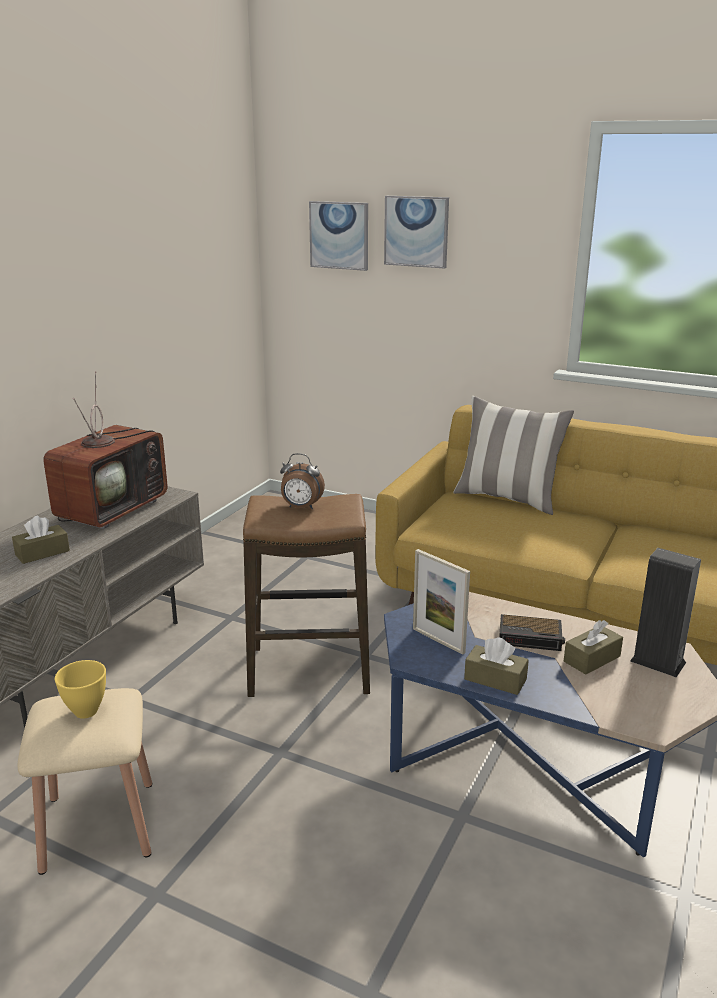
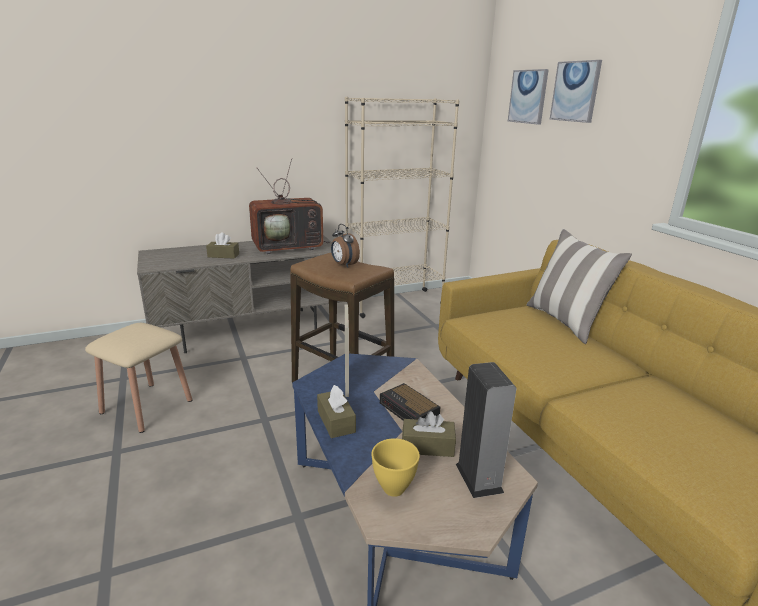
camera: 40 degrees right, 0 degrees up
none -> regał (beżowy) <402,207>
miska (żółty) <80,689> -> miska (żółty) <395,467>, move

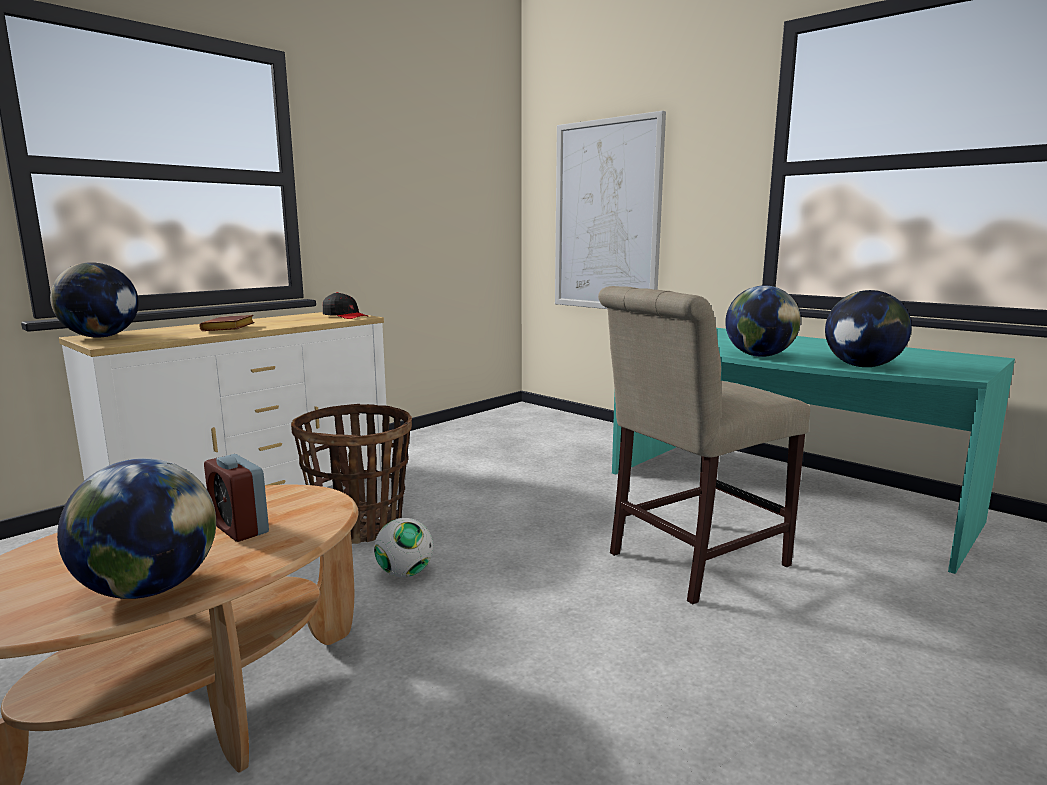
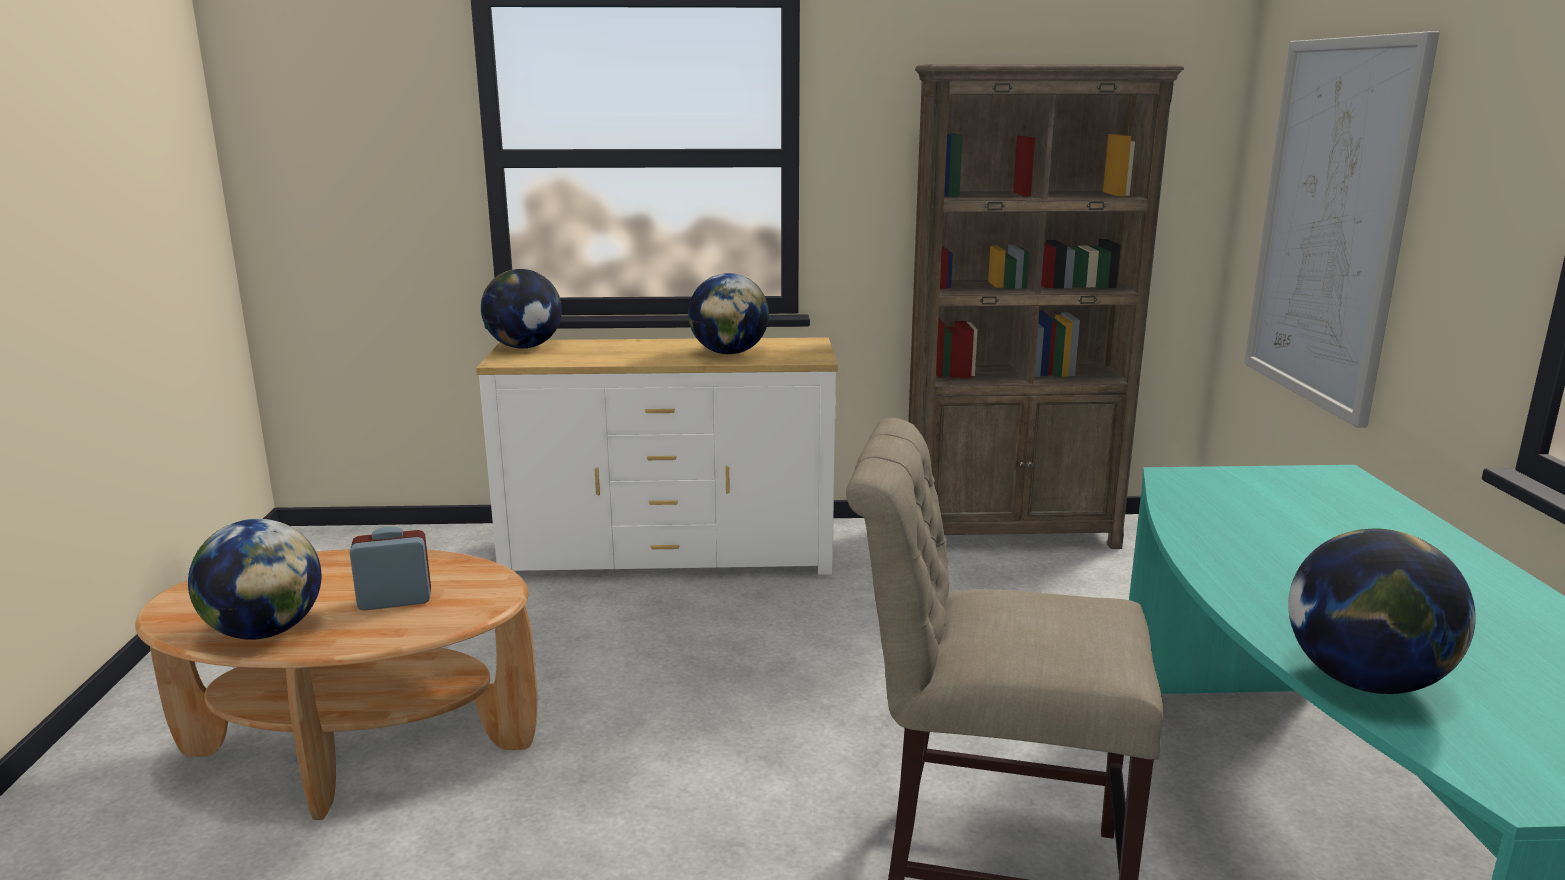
camera: 45 degrees right, 5 degrees up
książka (brązowy) <227,323> -> none
koszyk <351,474> -> none
czapka z daszkiem (czarny) <346,305> -> none
piłka futbolowa <403,547> -> none
none -> regał (brązowy) <1046,306>
globus <763,321> -> globus <728,314>, move
budzik <236,498> -> budzik <390,568>, 75 degrees clockwise

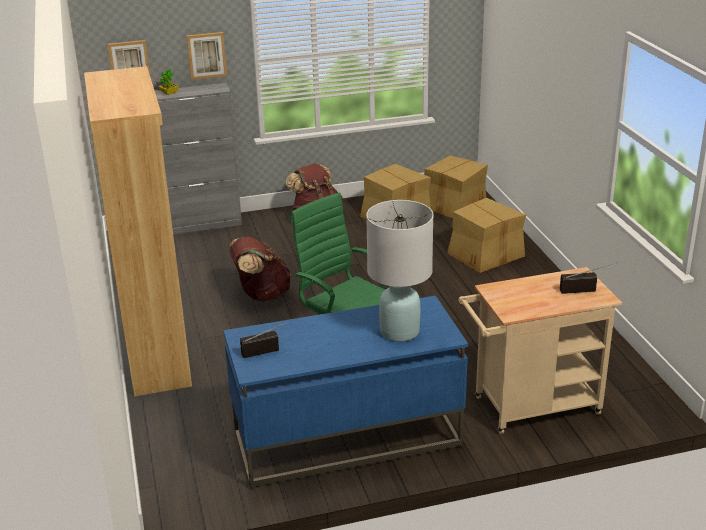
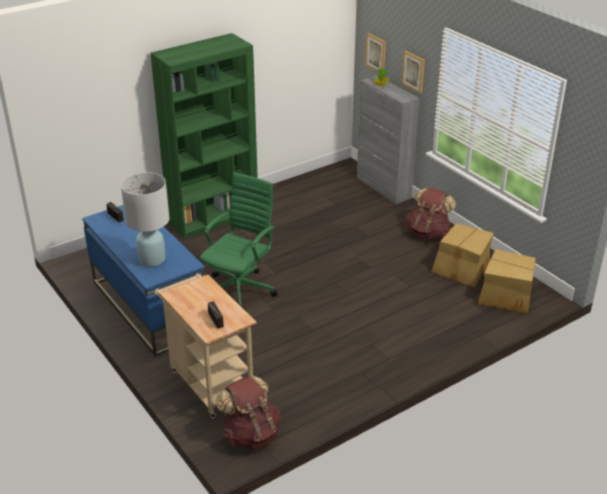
camera: 70 degrees right, 5 degrees up
karton <486,235> -> none
plecak (brązowy) <260,269> -> plecak (brązowy) <248,412>, move
regał (brązowy) <138,231> -> regał (zielony) <204,135>

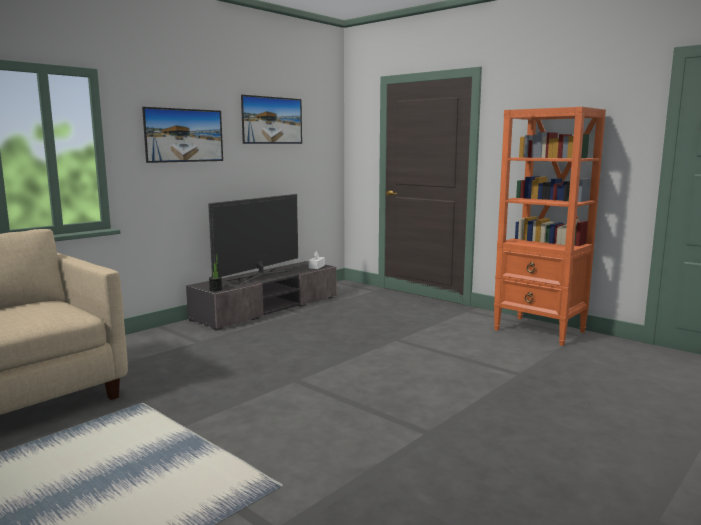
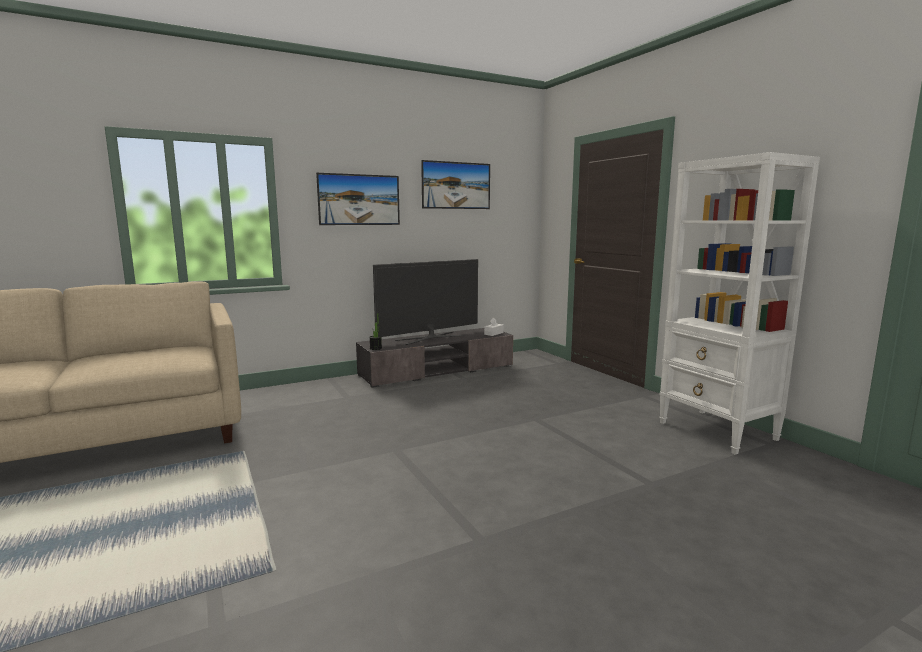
camera: 20 degrees right, 0 degrees up
regał (pomarańczowy) <550,226> -> regał (biały) <739,303>

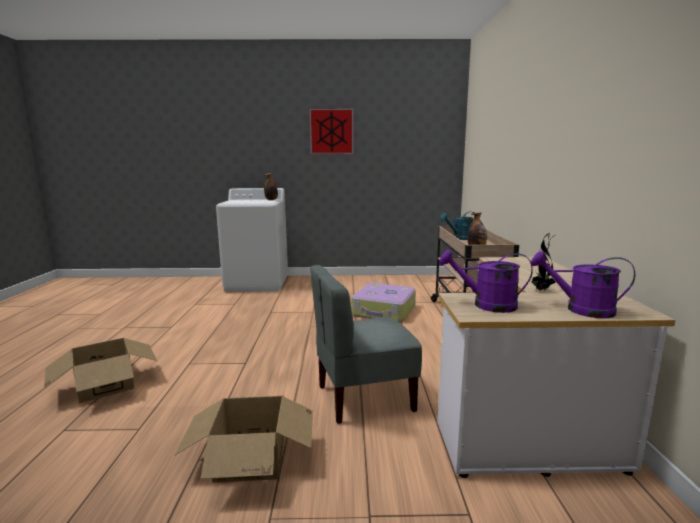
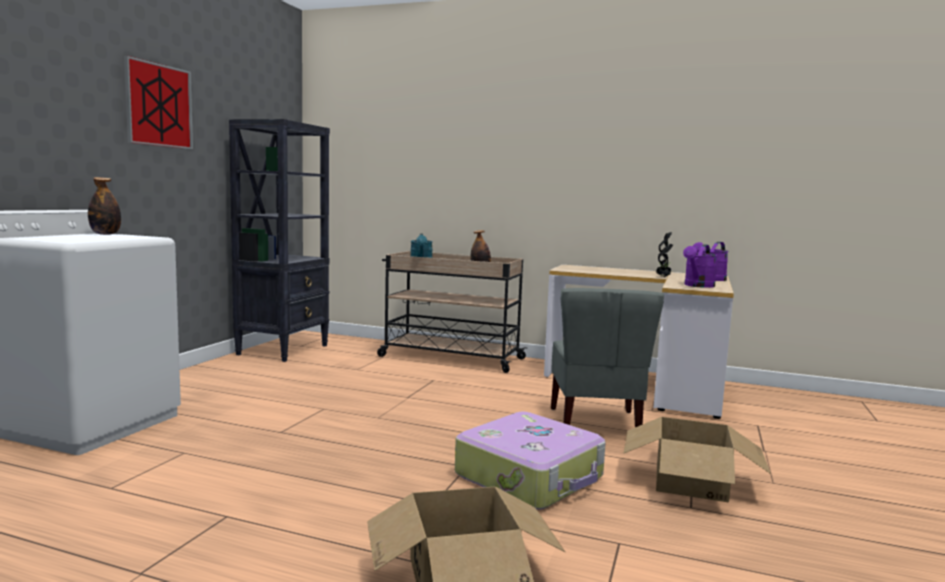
camera: 70 degrees left, 5 degrees down
none -> regał (czarny) <279,240>
walizka <383,302> -> walizka <530,461>, move

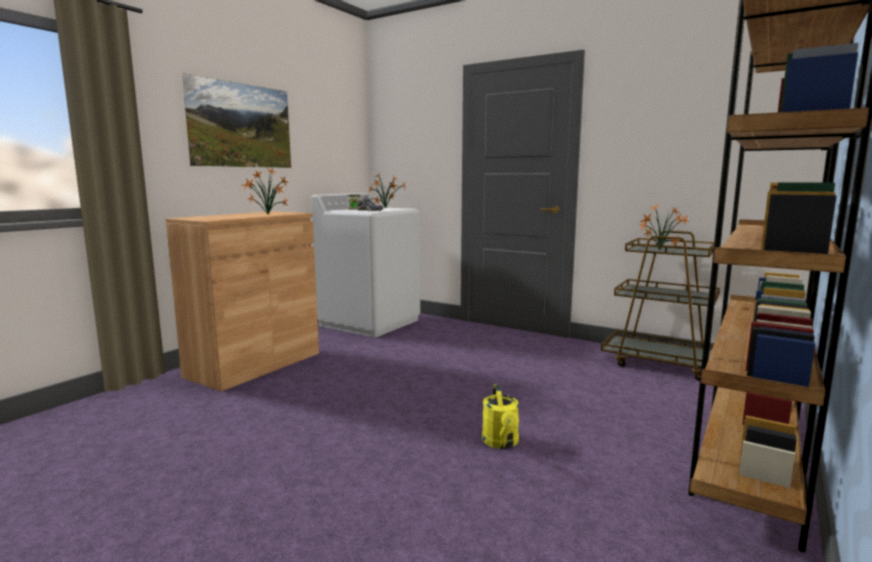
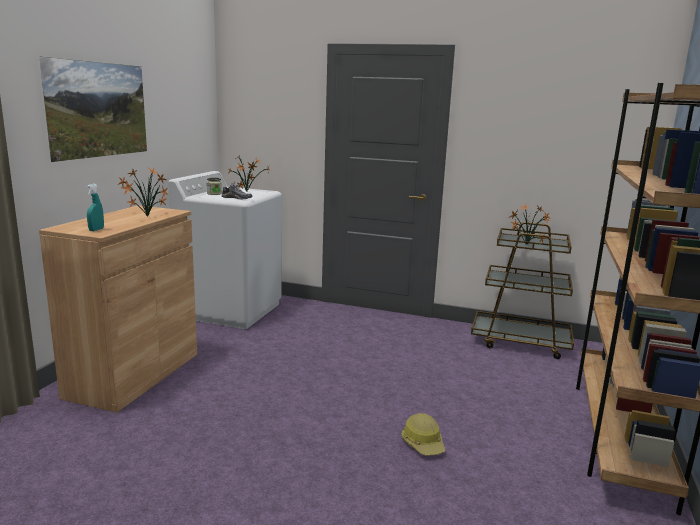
camera: 15 degrees left, 5 degrees up
none -> spryskiwacz (turkusowy) <95,207>
konewka (żółty) <500,416> -> kask <423,434>

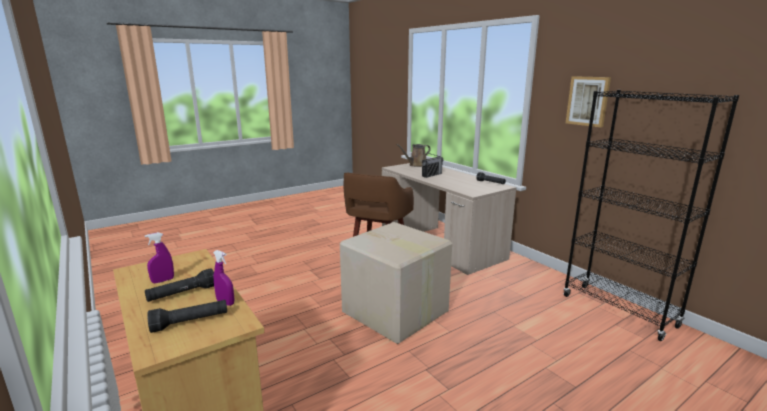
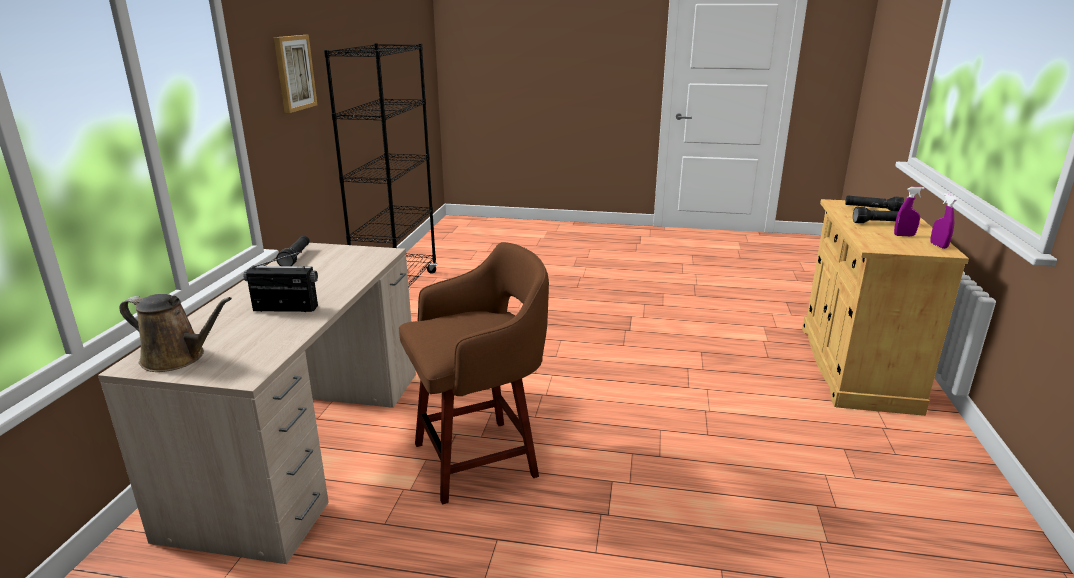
camera: 135 degrees left, 5 degrees up
karton <396,283> -> none
spryskiwacz (fioletowy) <223,278> -> spryskiwacz (fioletowy) <943,221>, move

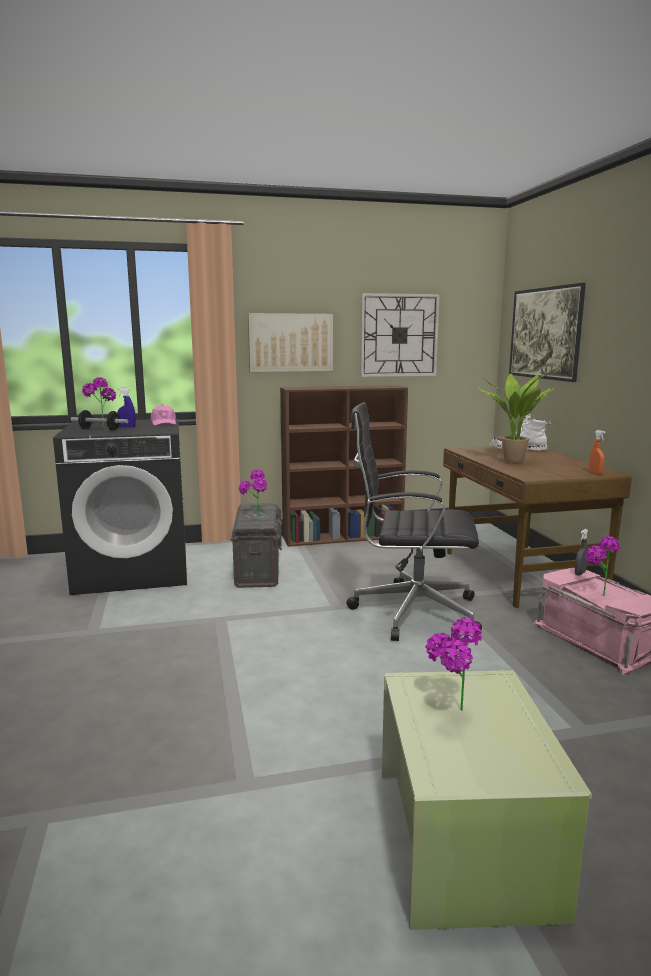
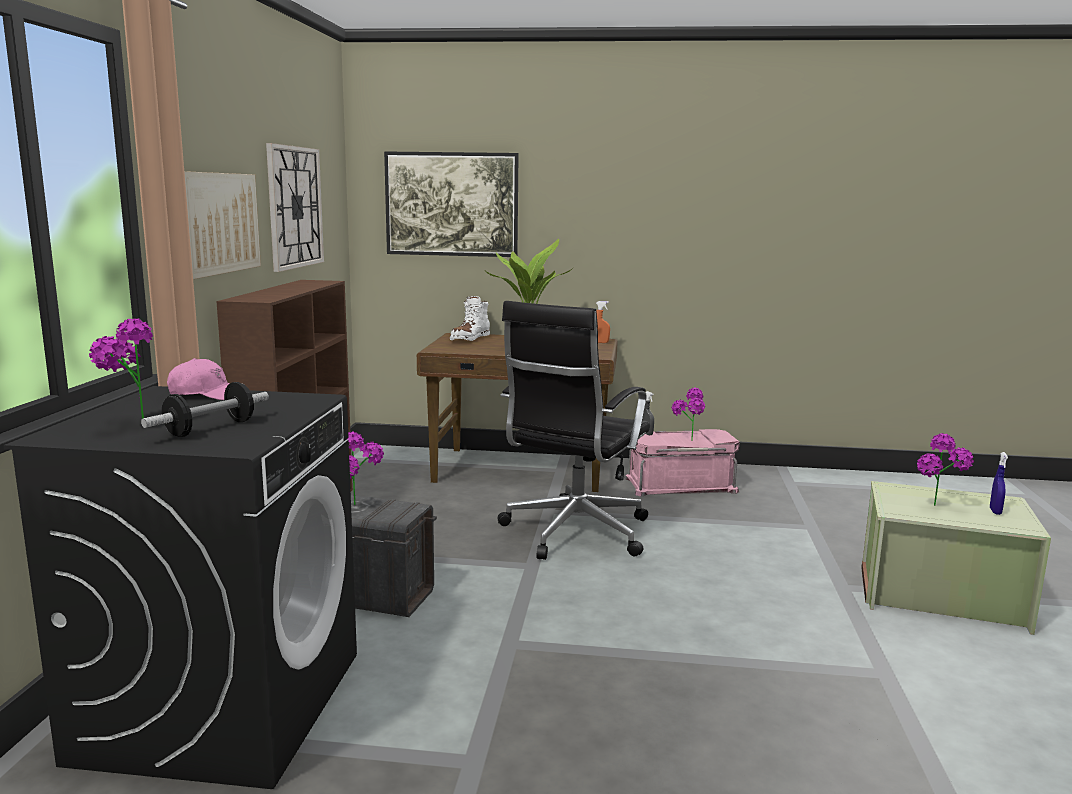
camera: 70 degrees left, 0 degrees up
spryskiwacz (niebieski) <126,408> -> spryskiwacz (niebieski) <999,483>, move

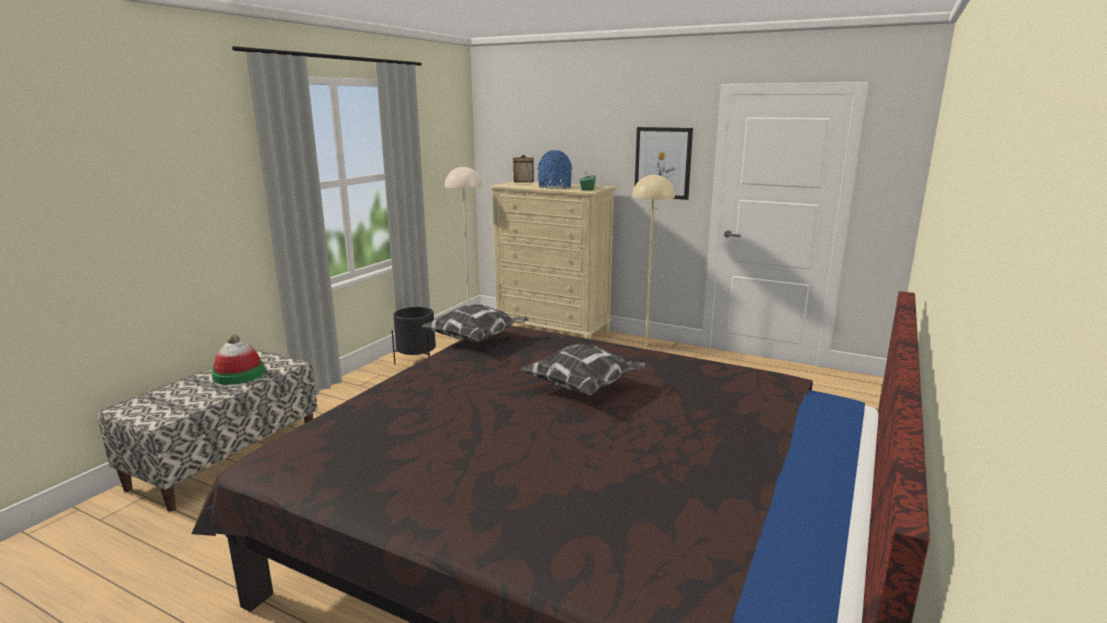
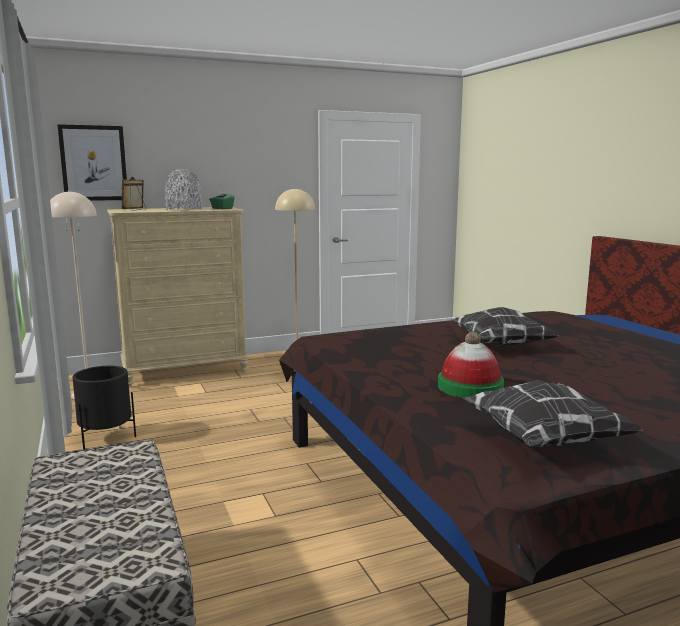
camera: 50 degrees left, 5 degrees down
kapelusz <238,359> -> kapelusz <471,365>, move
poduszka <475,323> -> poduszka <552,413>, move
obraz <664,163> -> obraz <92,162>, move
wazon (niebieski) <555,169> -> wazon (szary) <183,190>

